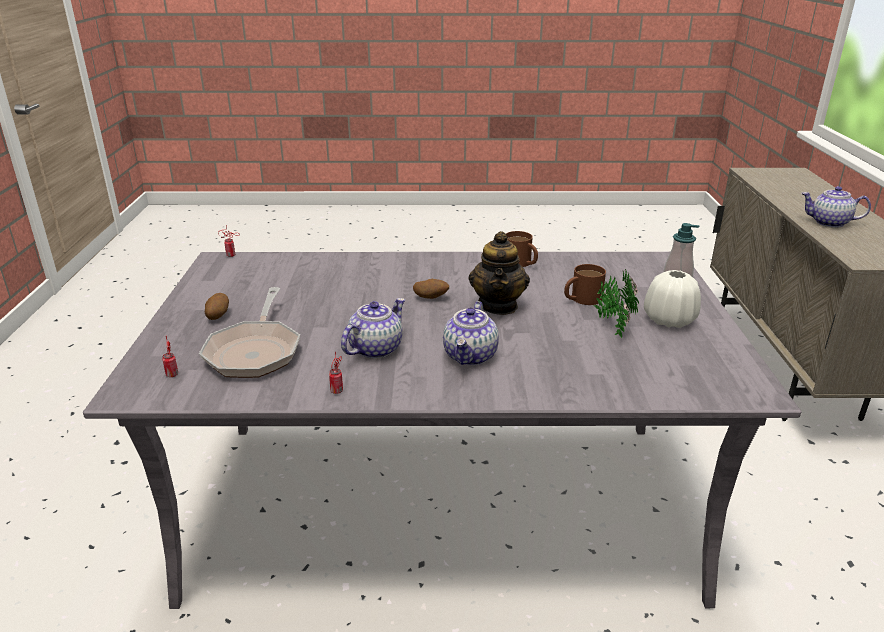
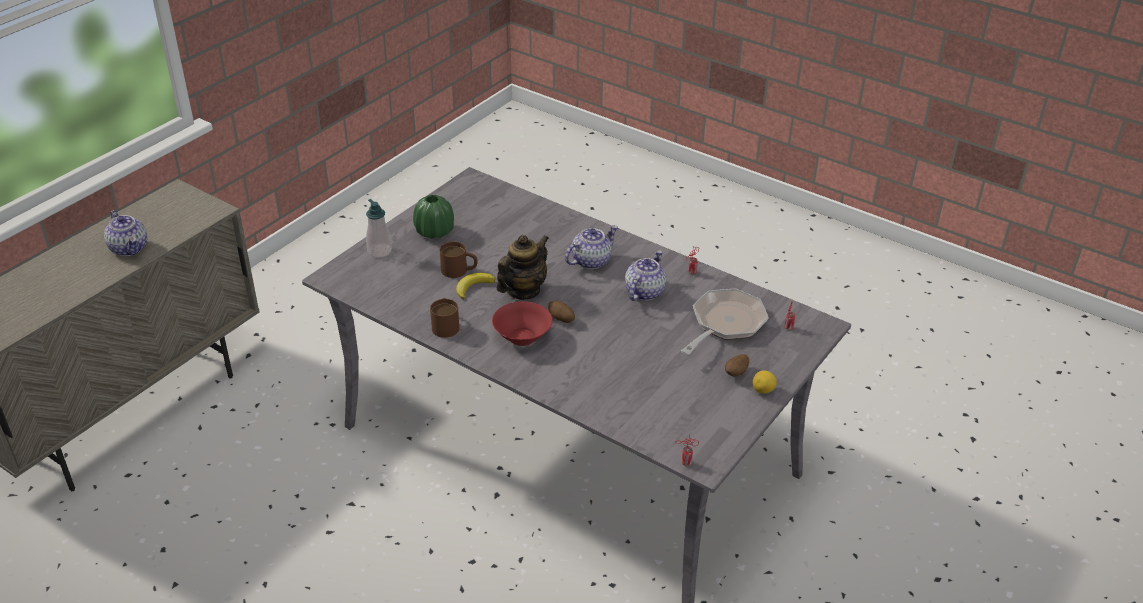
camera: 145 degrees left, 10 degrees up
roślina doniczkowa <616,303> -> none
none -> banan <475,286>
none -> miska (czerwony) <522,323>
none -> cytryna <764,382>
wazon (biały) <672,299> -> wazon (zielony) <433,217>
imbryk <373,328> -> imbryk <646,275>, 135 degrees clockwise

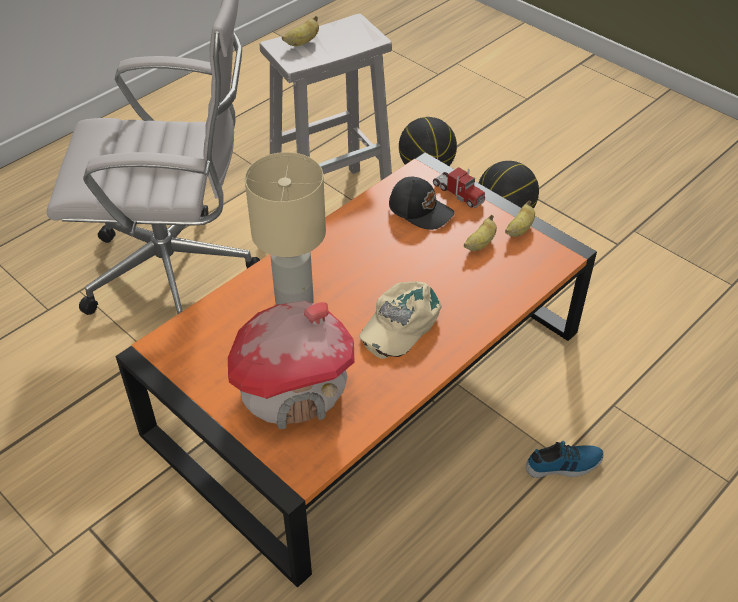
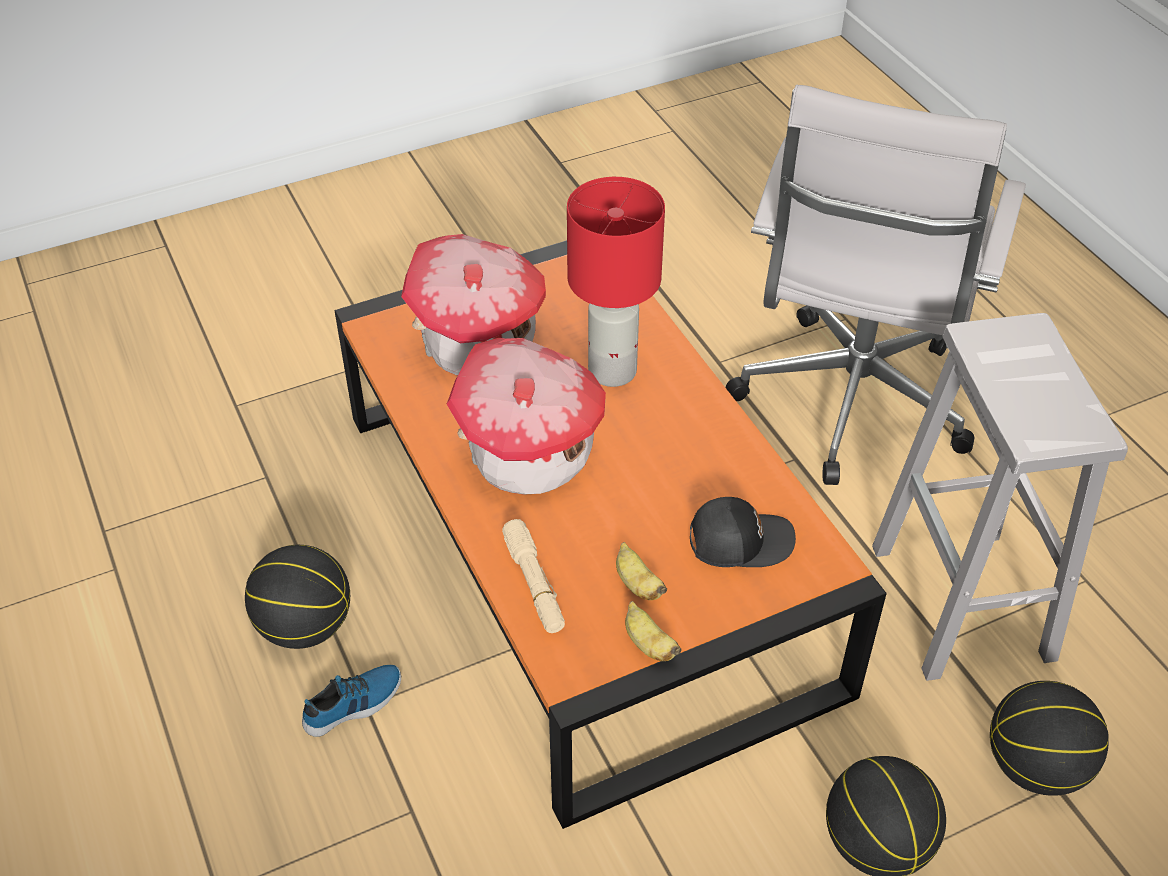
camera: 110 degrees right, 0 degrees up
banan <300,31> -> none
ciężarówka zabawkowa <459,187> -> none
none -> piłka do koszykówki <297,597>
none -> latarka (beżowy) <533,576>
czapka z daszkiem (beżowy) <401,320> -> domek <526,416>
lampa stołowa (beżowy) <285,228> -> lampa stołowa (czerwony) <616,282>
czapka z daszkiem (czarny) <421,203> -> czapka z daszkiem (czarny) <743,532>, 150 degrees counterclockwise
but <565,459> -> but <351,701>, 135 degrees counterclockwise

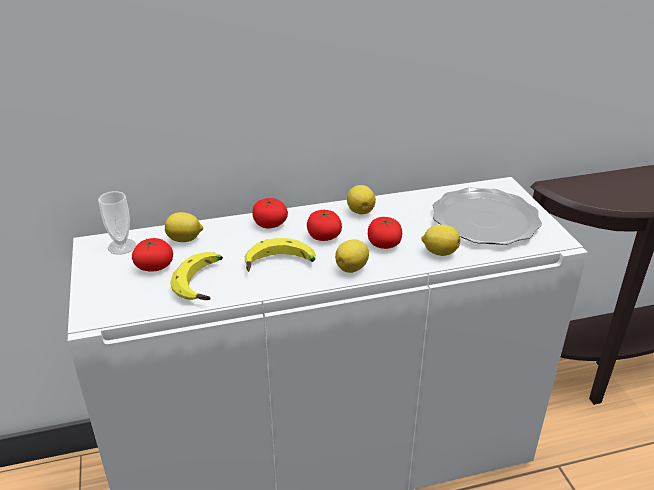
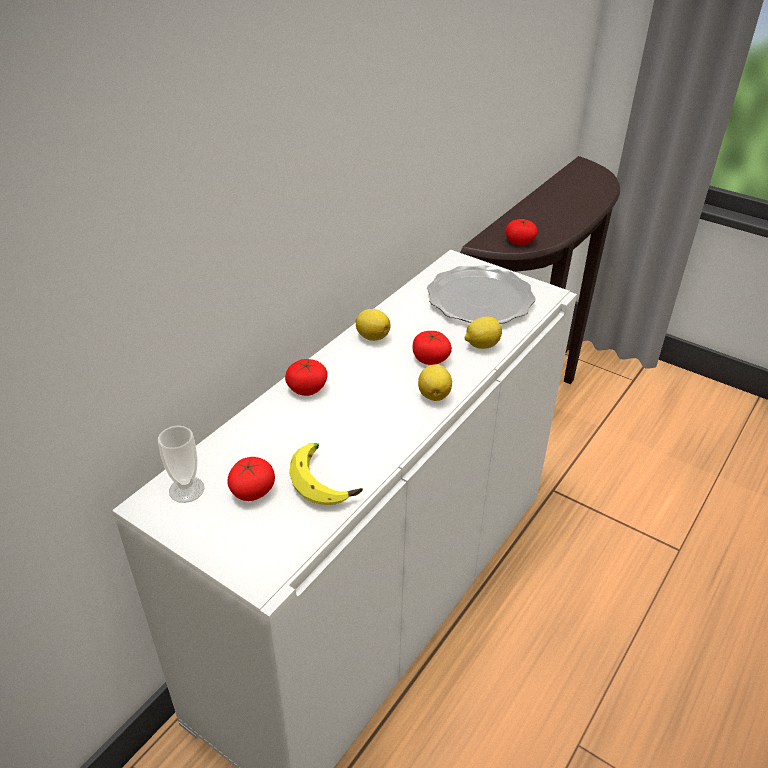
camera: 40 degrees left, 5 degrees up
cytryna <184,227> -> none
banan <280,255> -> none
pomidor <324,225> -> pomidor <521,232>, move

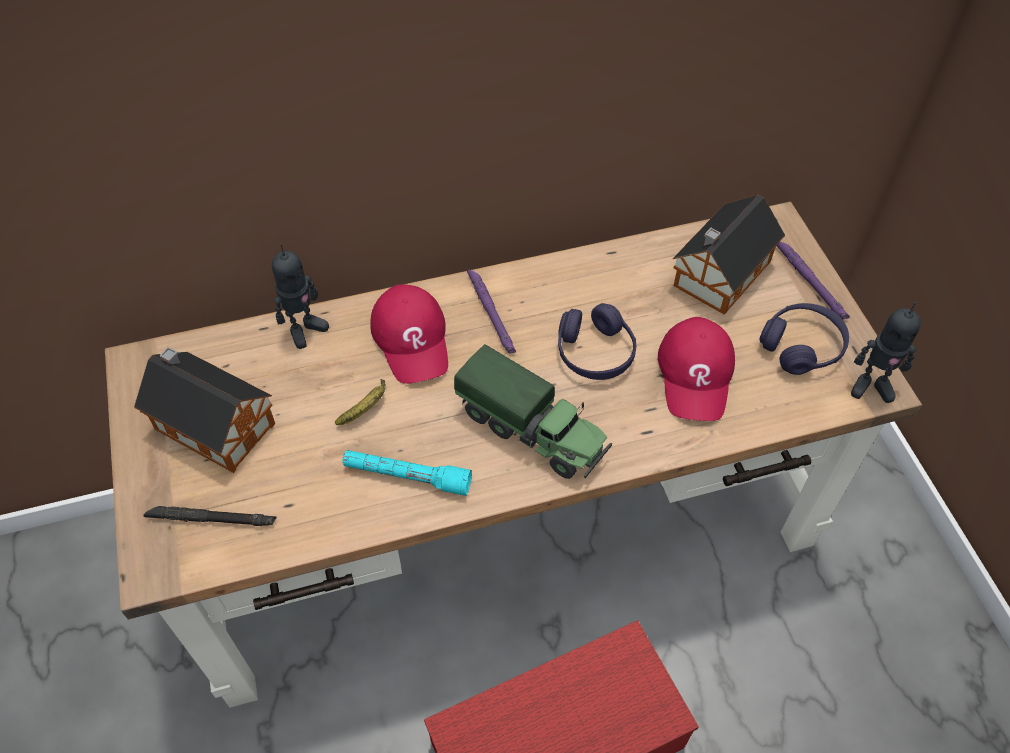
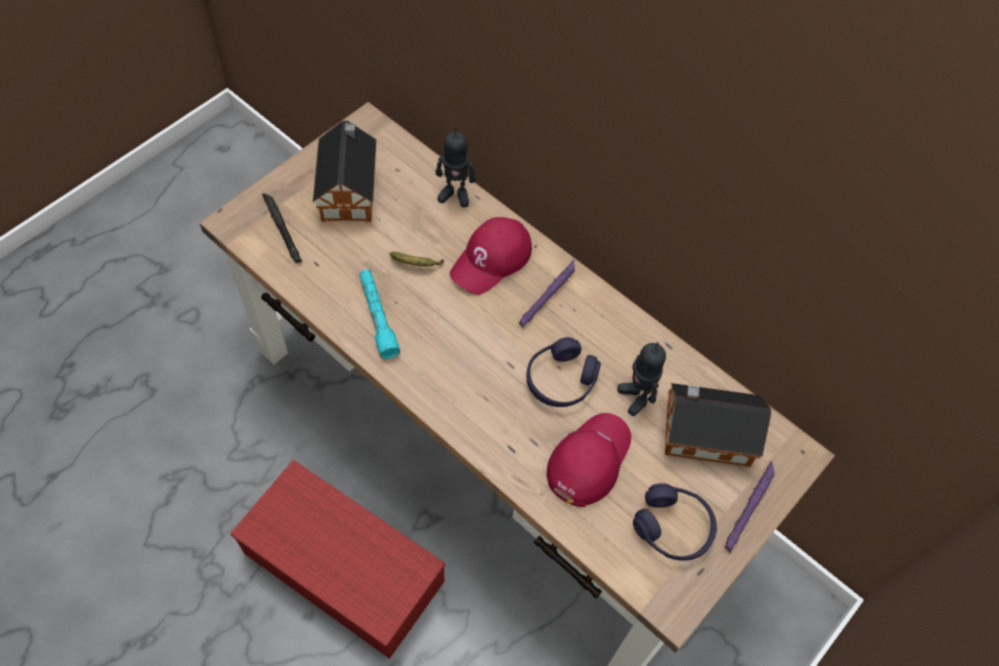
camera: 55 degrees right, 5 degrees up
ciężarówka zabawkowa <533,411> -> none
robot zabawkowy <886,352> -> robot zabawkowy <641,379>, move
czapka z daszkiem (czerwony) <696,369> -> czapka z daszkiem (czerwony) <589,460>, 150 degrees clockwise

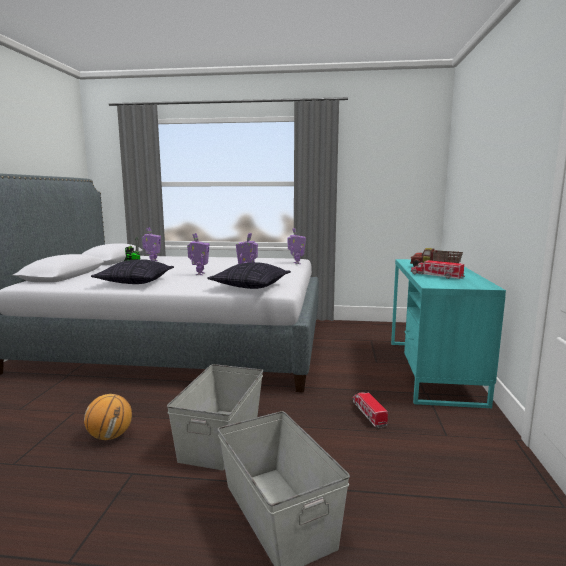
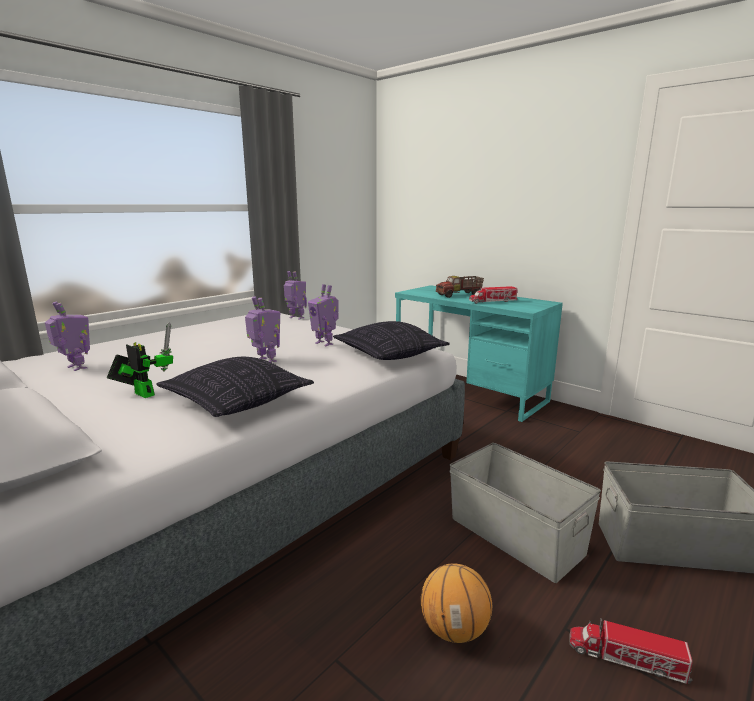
camera: 55 degrees left, 5 degrees up
ciężarówka zabawkowa <370,410> -> ciężarówka zabawkowa <631,651>, move

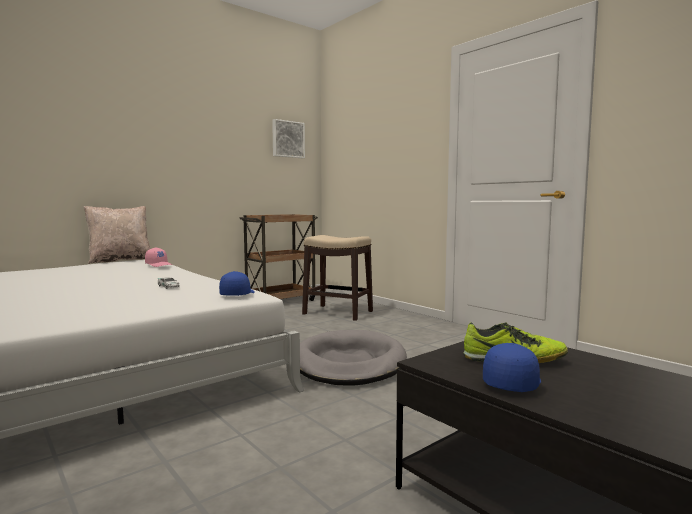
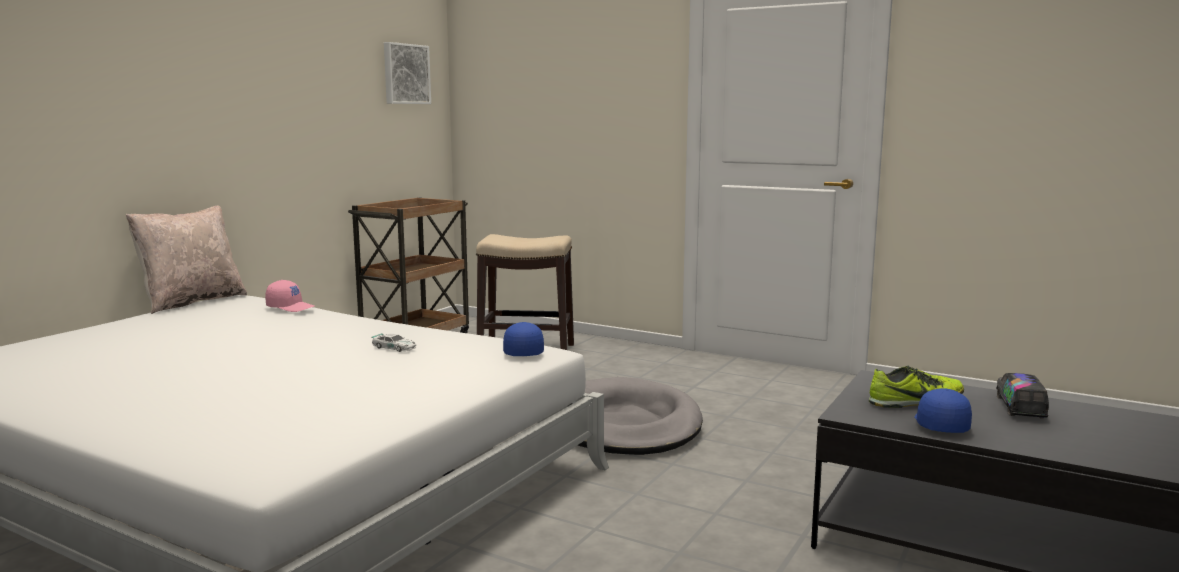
camera: 20 degrees left, 5 degrees up
none -> ciężarówka zabawkowa <1022,396>

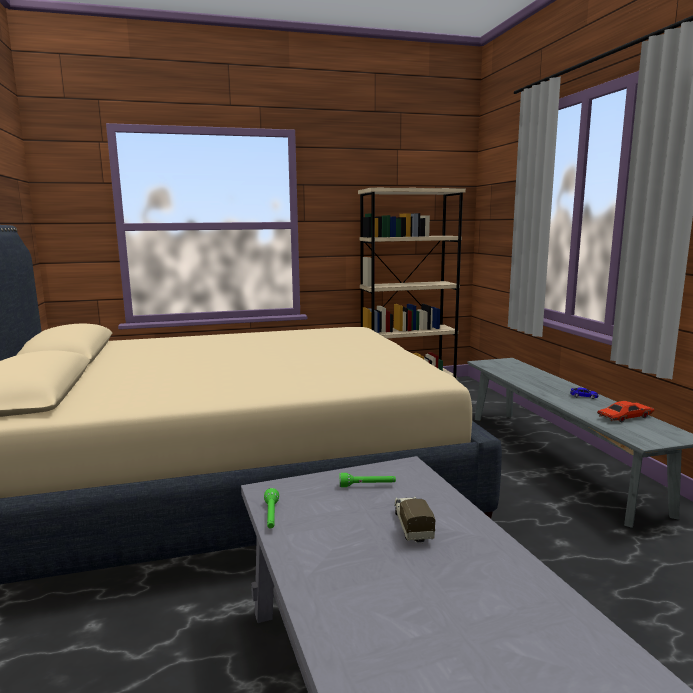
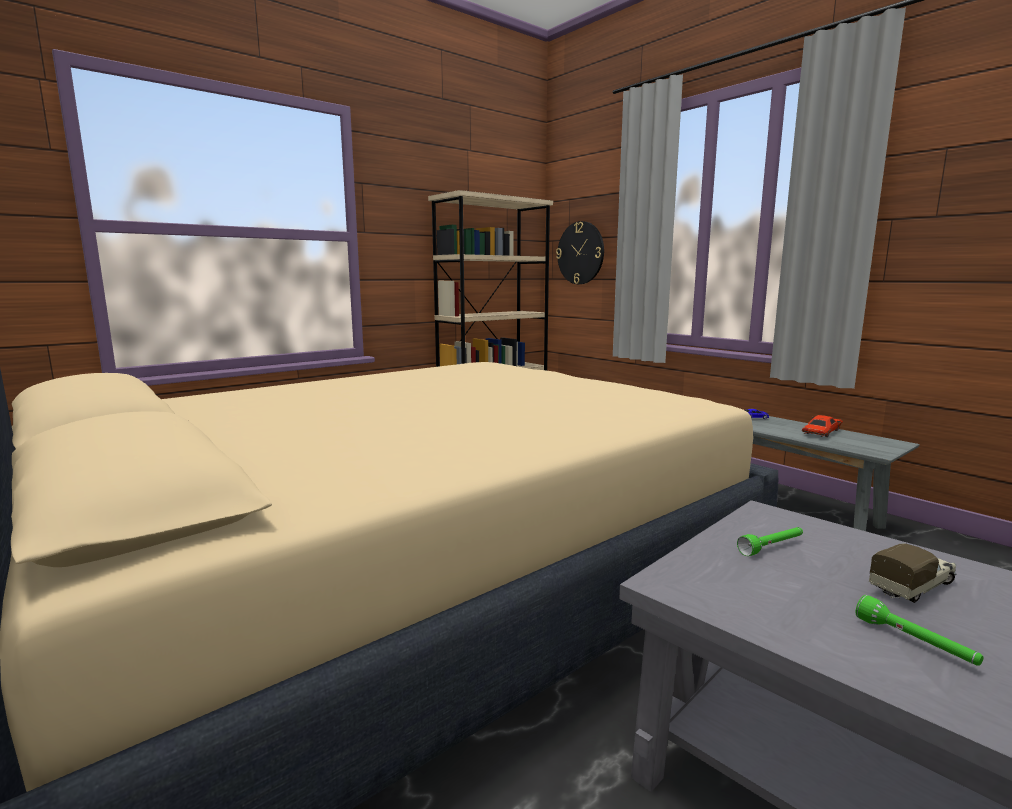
camera: 25 degrees left, 0 degrees up
none -> zegar ścienny <580,252>
latarka (zielony) <271,508> -> latarka (zielony) <919,630>, move
ciężarówka zabawkowa <415,520> -> ciężarówka zabawkowa <912,573>, 90 degrees clockwise

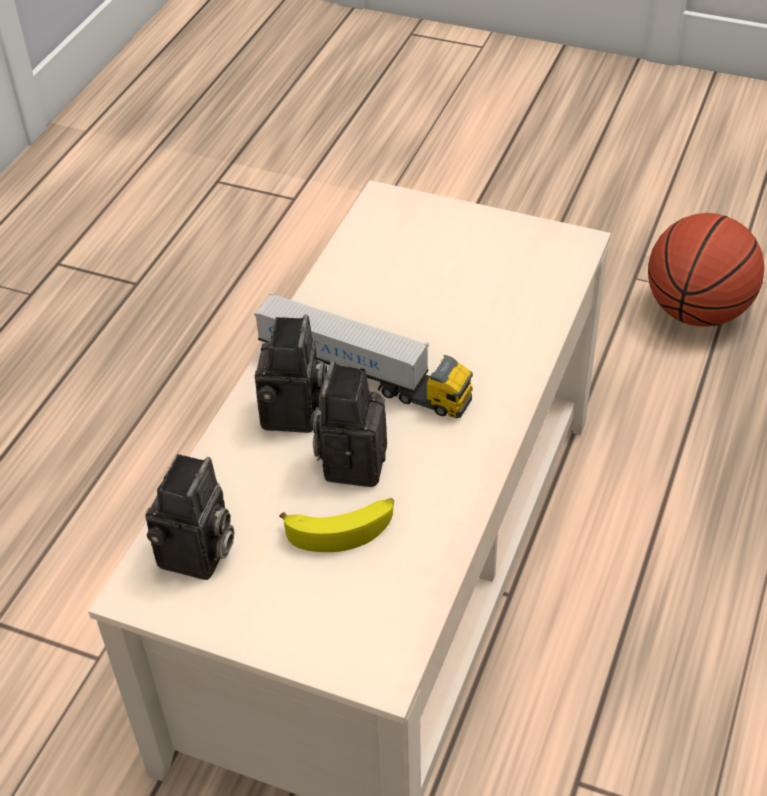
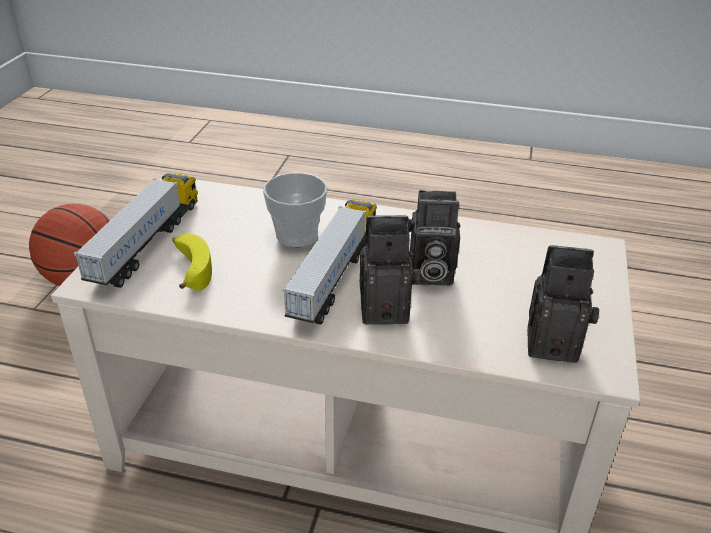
camera: 100 degrees left, 10 degrees down
none -> ciężarówka zabawkowa <136,230>
none -> filiżanka <295,210>
banan <336,525> -> banan <192,262>, move

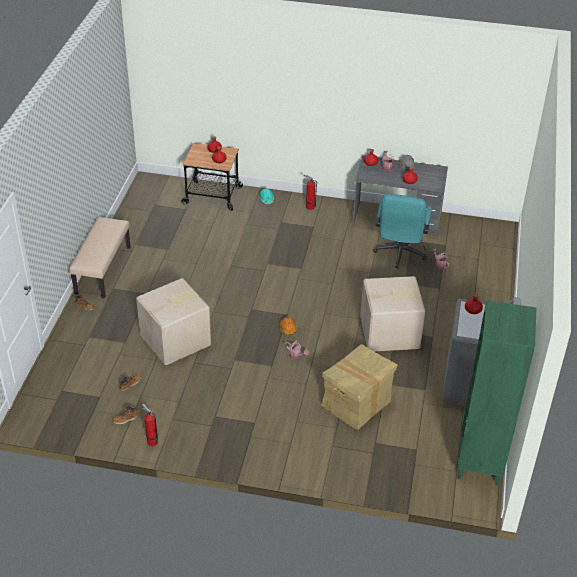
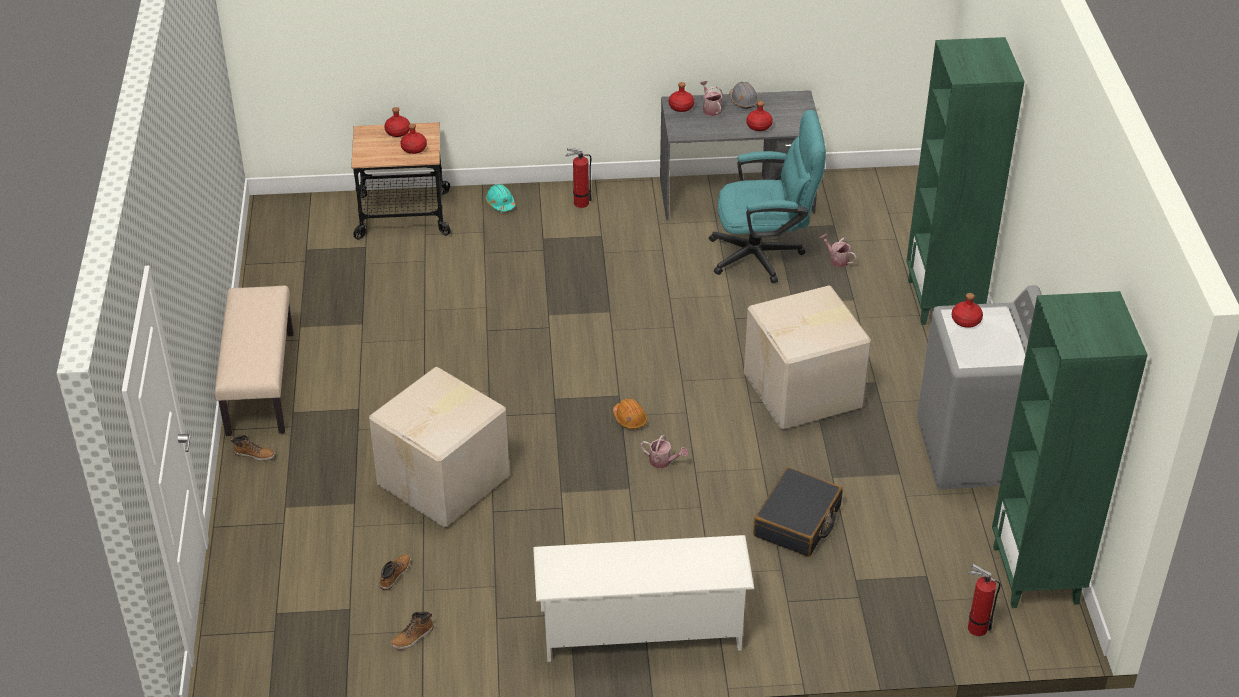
camera: 15 degrees left, 0 degrees up
none -> regał na buty (biały) <643,598>
none -> regał (zielony) <965,181>
gaśnica <150,425> -> gaśnica <984,600>, move
karton <359,387> -> walizka (czarny) <798,512>
krzesło biurowe (turkusowy) <403,231> -> krzesło biurowe (turkusowy) <767,196>, 90 degrees counterclockwise

